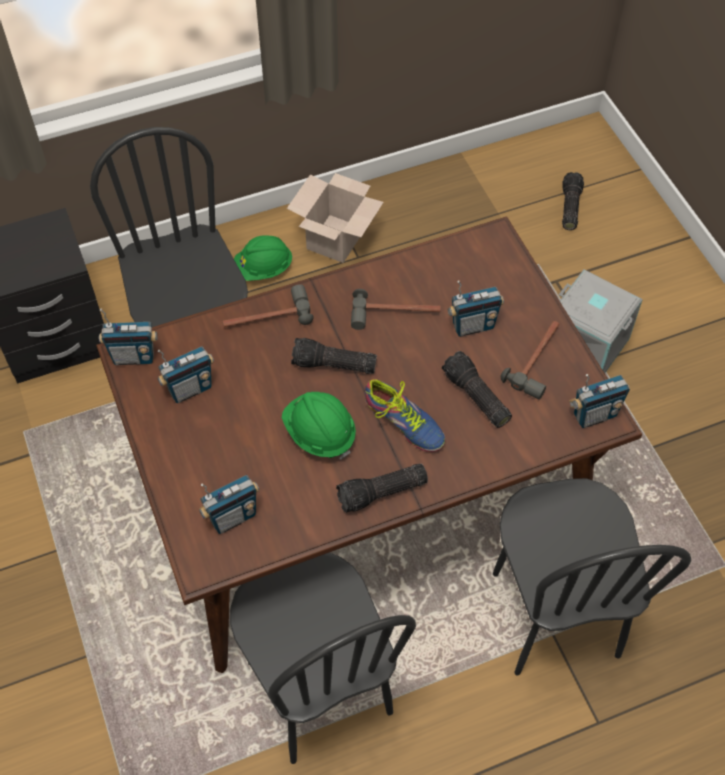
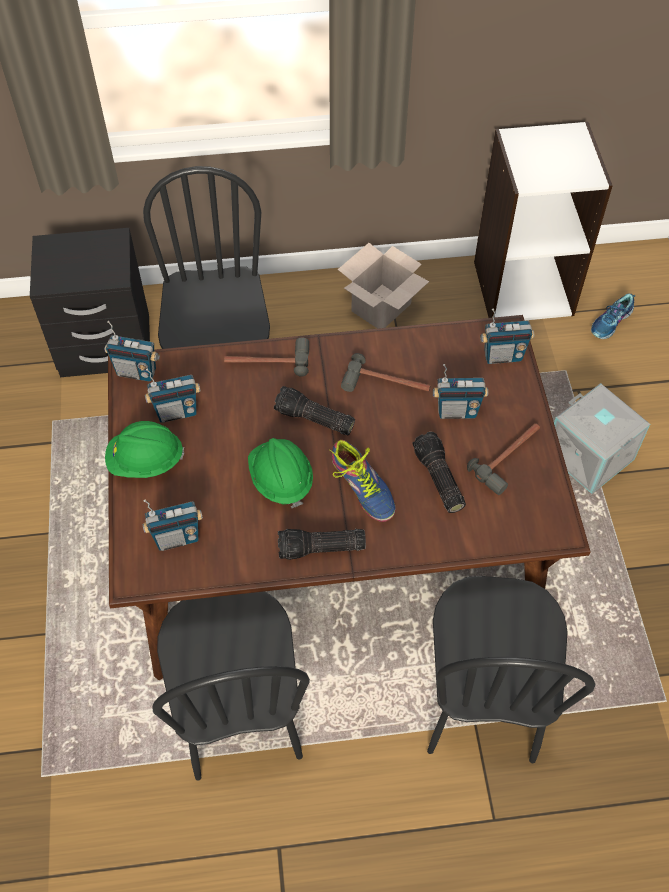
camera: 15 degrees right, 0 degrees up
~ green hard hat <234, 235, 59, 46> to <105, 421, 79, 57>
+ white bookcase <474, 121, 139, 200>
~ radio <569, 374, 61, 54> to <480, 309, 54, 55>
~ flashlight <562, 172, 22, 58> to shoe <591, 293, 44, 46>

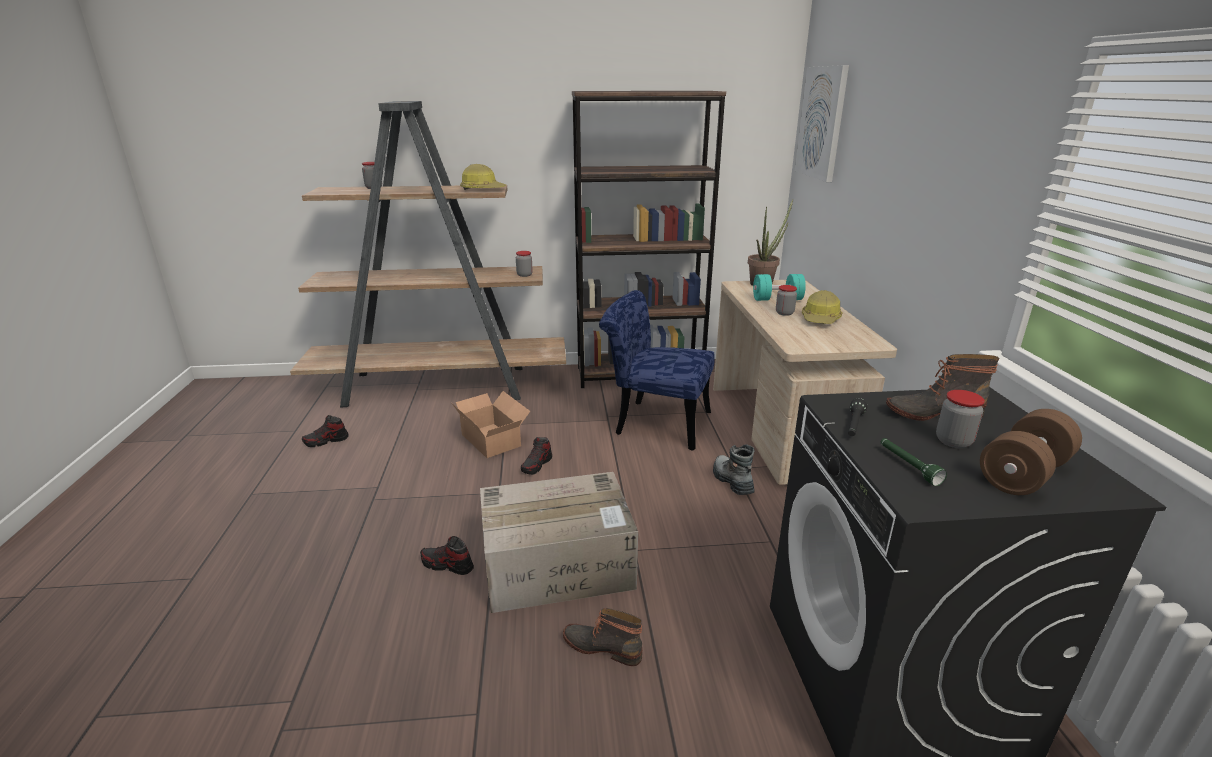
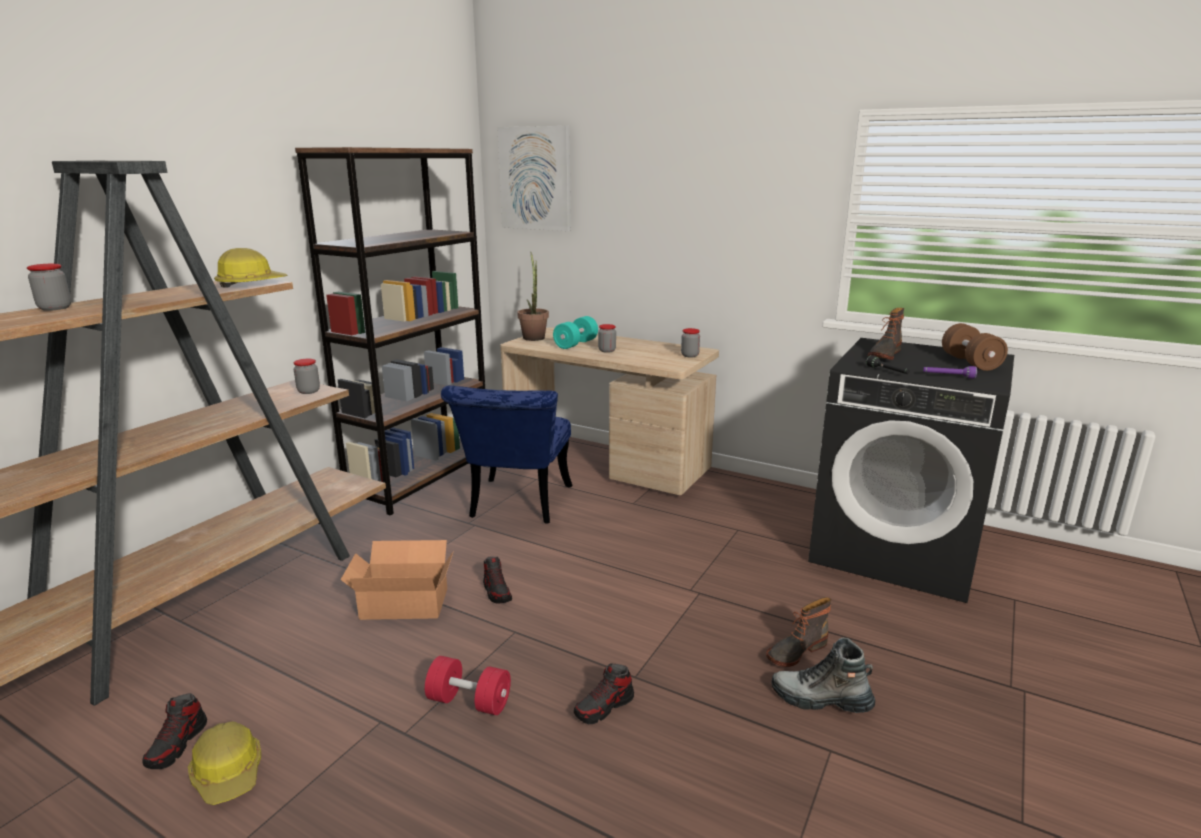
camera: 55 degrees left, 5 degrees down
~ hard hat <802, 290, 41, 34> to <188, 722, 73, 83>
+ red dumbbell <425, 656, 86, 59>
~ blue chair <599, 290, 116, 161> = <441, 385, 132, 139> 45 degrees counterclockwise
~ jar <936, 390, 49, 58> to <681, 328, 19, 29>
~ boot <713, 444, 42, 51> to <771, 637, 104, 76>
~ green flashlight <880, 438, 67, 48> to purple flashlight <923, 366, 54, 13>
- cardboard box <480, 472, 158, 141>

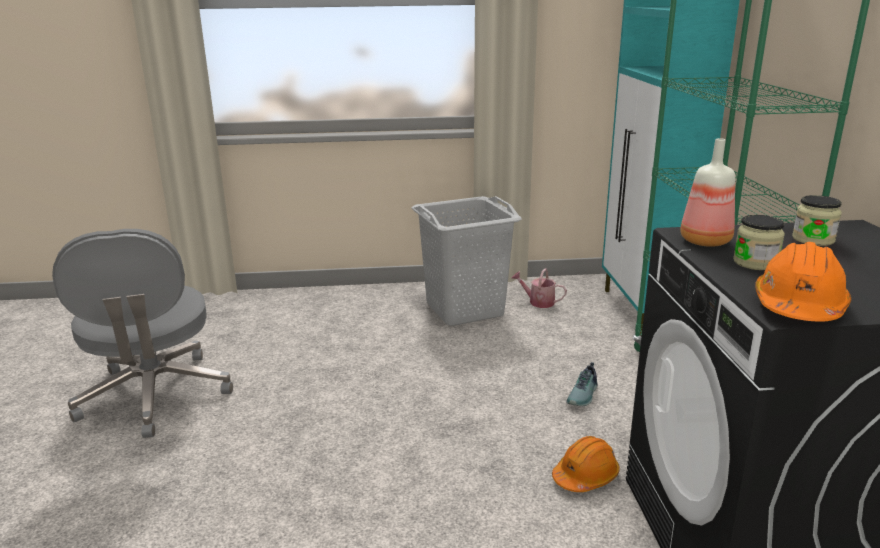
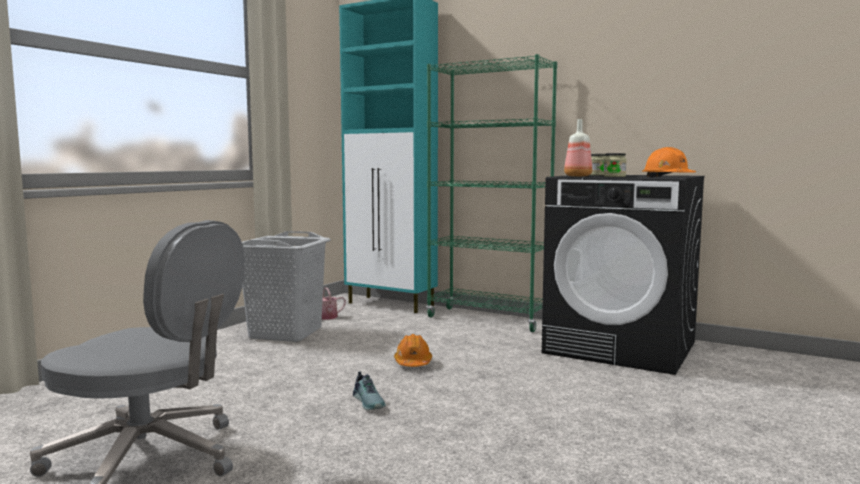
camera: 55 degrees left, 15 degrees down
~ shoe <566, 362, 32, 44> to <353, 371, 33, 39>
~ orange hard hat <552, 436, 68, 56> to <394, 334, 38, 33>

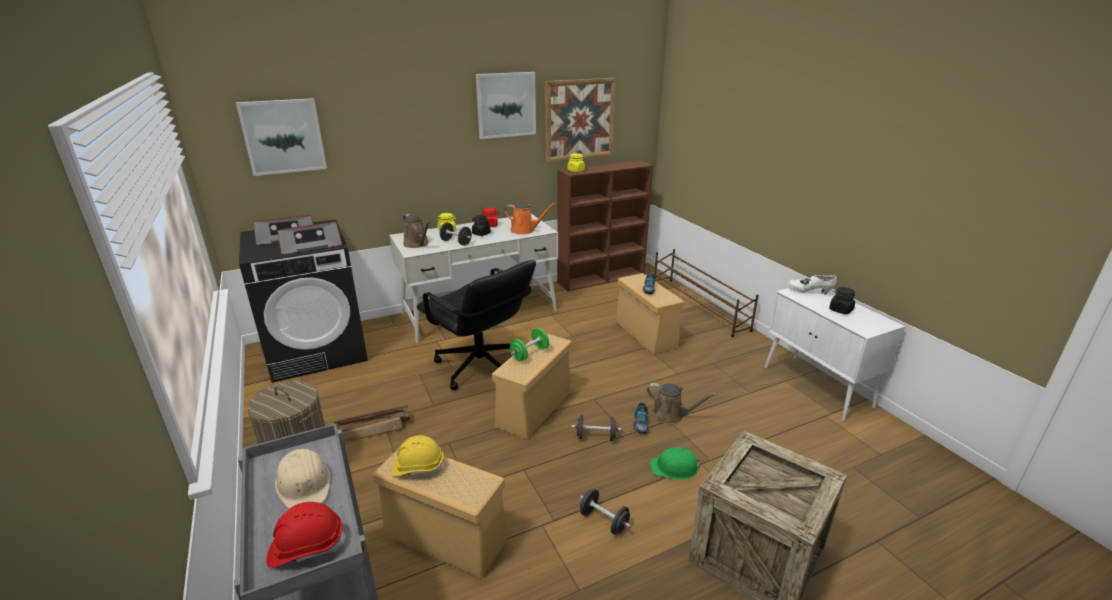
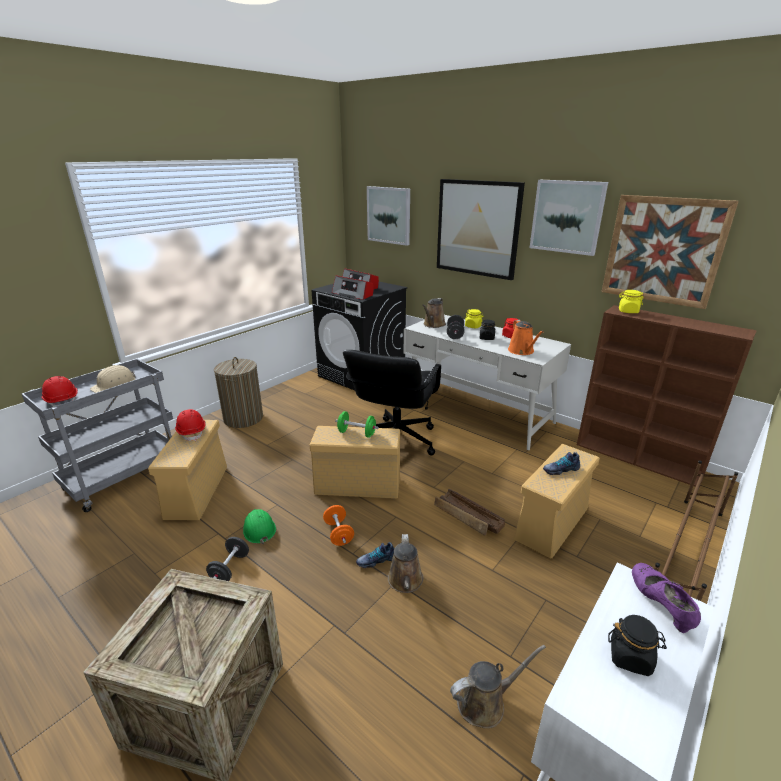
camera: 65 degrees right, 0 degrees up
~ yellow hard hat <391, 435, 54, 41> to red hard hat <175, 409, 31, 32>
~ green hard hat <650, 447, 51, 33> to <243, 509, 33, 35>
~ black dumbbell <571, 415, 50, 26> to orange dumbbell <323, 505, 31, 41>
~ crate <334, 405, 76, 37> to <434, 489, 71, 47>
+ picture <437, 179, 88, 101>
+ brown watering can <450, 645, 96, 84>
~ white shoe <787, 275, 50, 19> to purple shoe <632, 563, 69, 70>

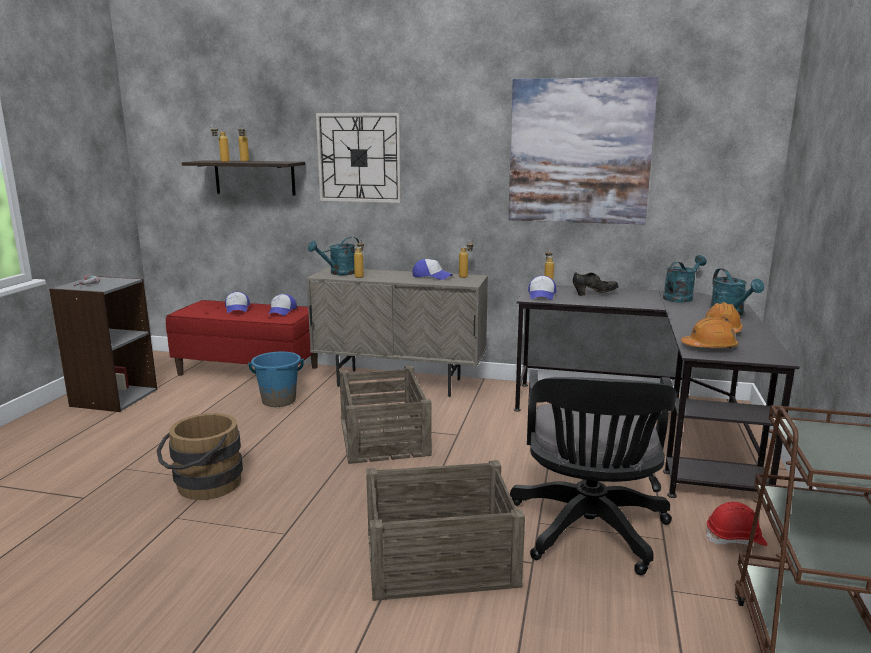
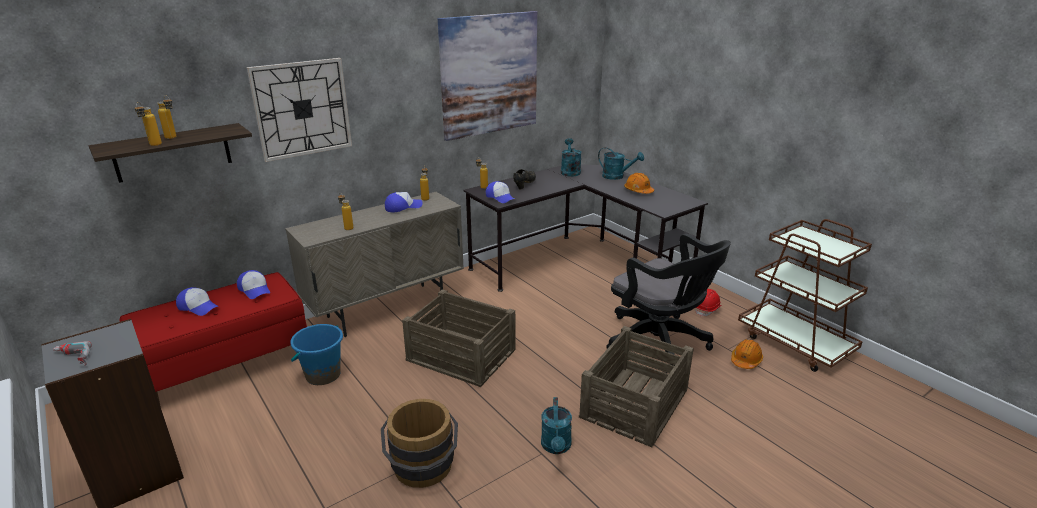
camera: 50 degrees left, 10 degrees up
~ turquoise watering can <308, 237, 51, 38> to <541, 397, 31, 57>
~ orange hard hat <681, 317, 57, 31> to <731, 339, 32, 30>

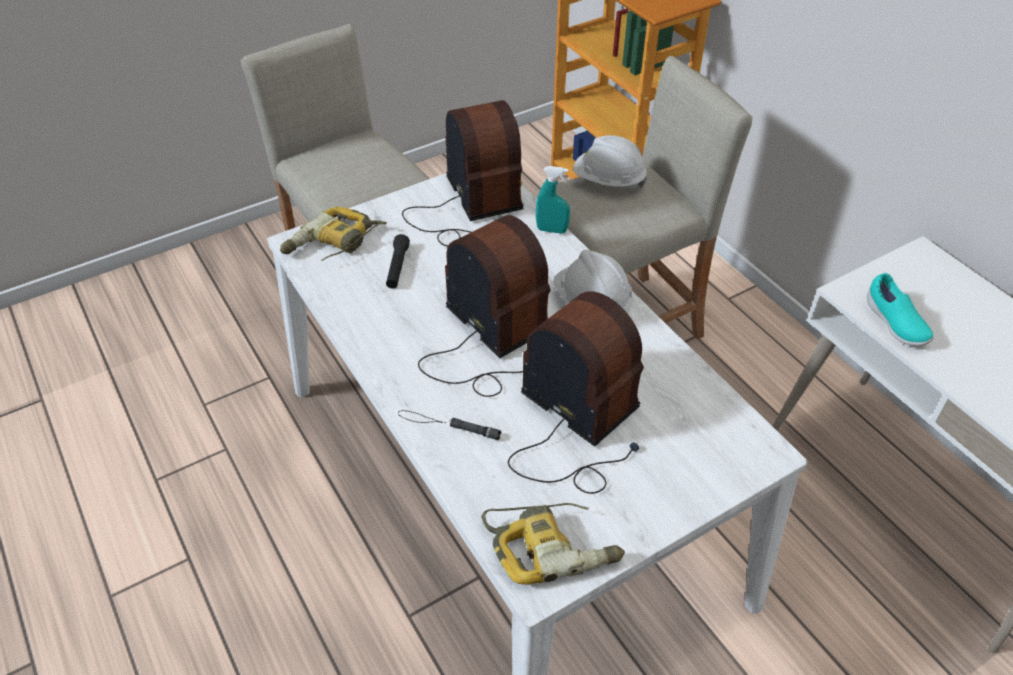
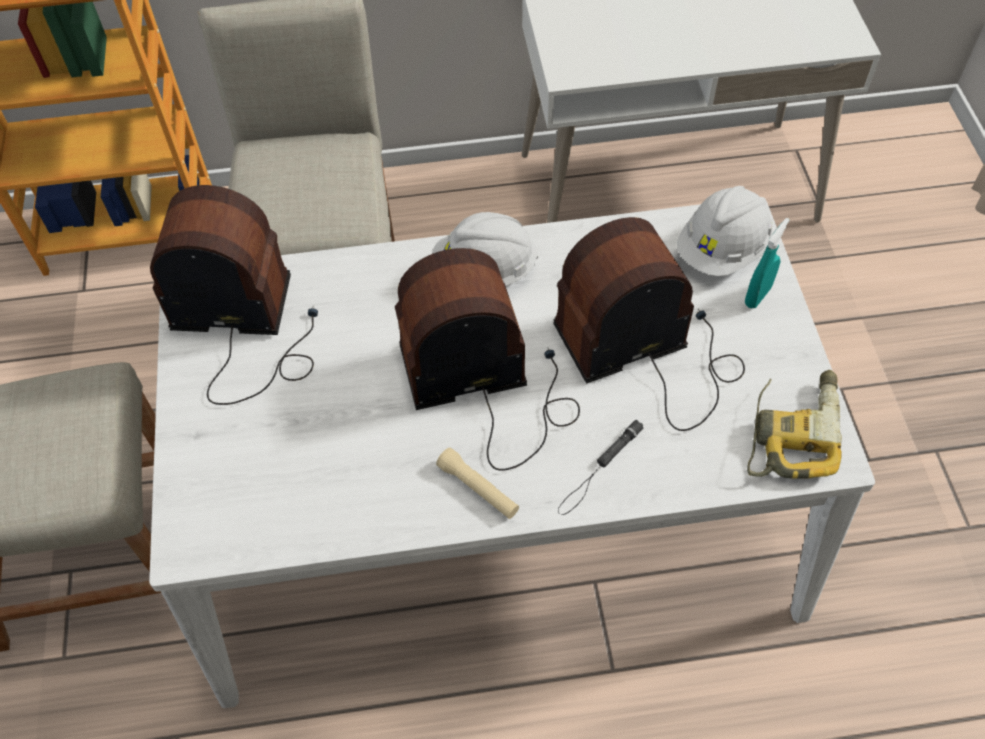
camera: 65 degrees left, 10 degrees up
+ beige flashlight <436, 448, 83, 71>
~ white hard hat <573, 135, 74, 54> to <677, 186, 96, 90>
~ turquoise spray bottle <536, 166, 34, 68> to <745, 218, 44, 90>
- power drill <280, 207, 107, 54>
- black flashlight <386, 234, 24, 54>
- turquoise shoe <867, 273, 67, 73>

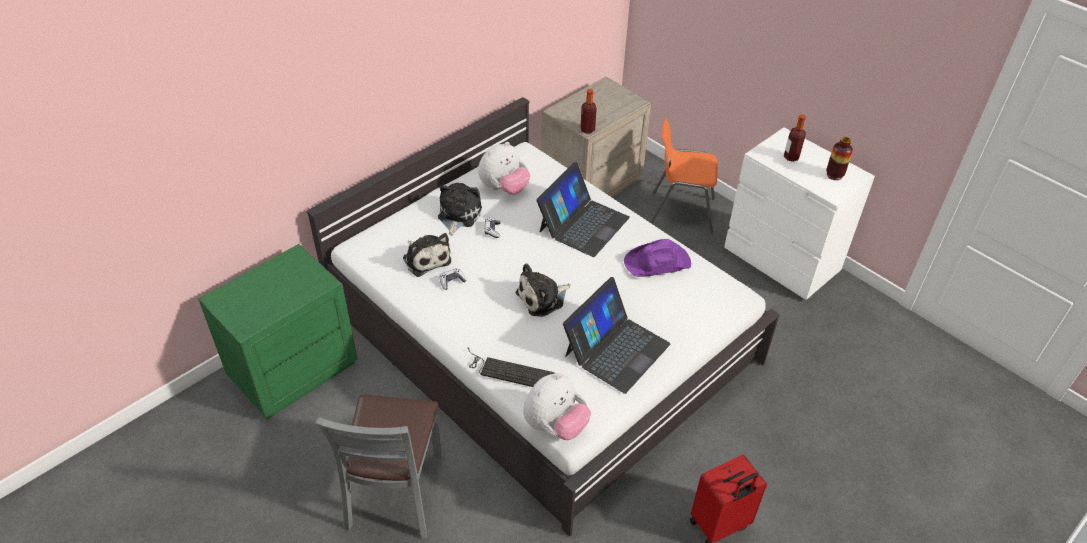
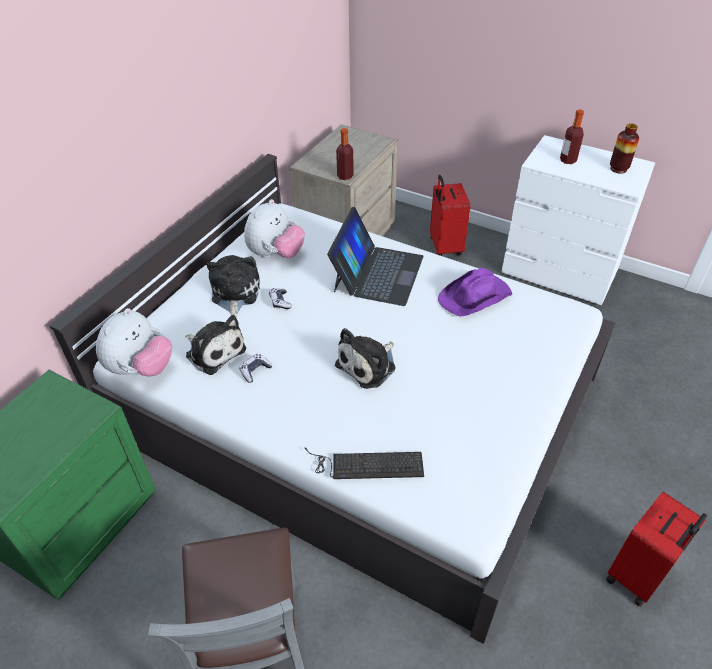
camera: 15 degrees left, 0 degrees up
~ plush toy <523, 373, 68, 67> to <96, 308, 76, 69>
~ orange chair <650, 119, 68, 115> to red suitcase <430, 175, 41, 81>
- laptop <563, 277, 108, 117>

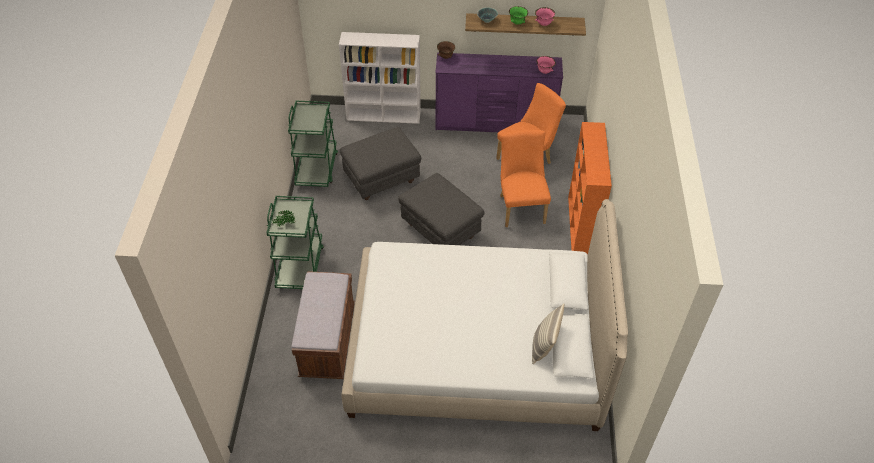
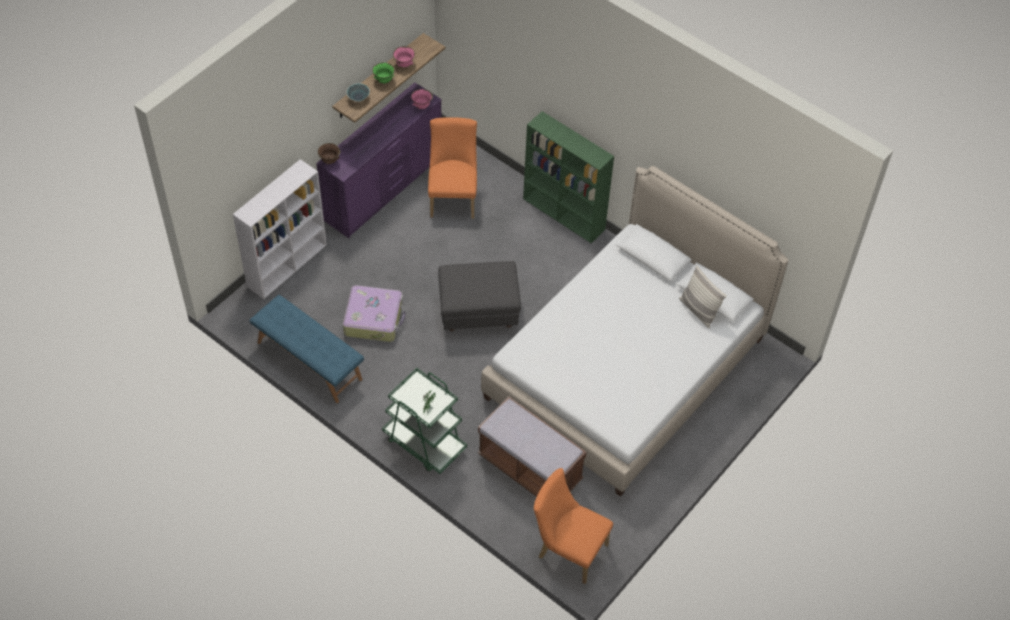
camera: 55 degrees left, 5 degrees up
~ green cart <288, 101, 50, 86> to blue bench <250, 295, 114, 108>
~ grey ottoman <340, 127, 81, 73> to suitcase <343, 285, 63, 57>
~ orange bookcase <568, 122, 44, 132> to green bookcase <523, 111, 91, 132>
~ orange chair <500, 130, 51, 97> to <534, 468, 79, 116>

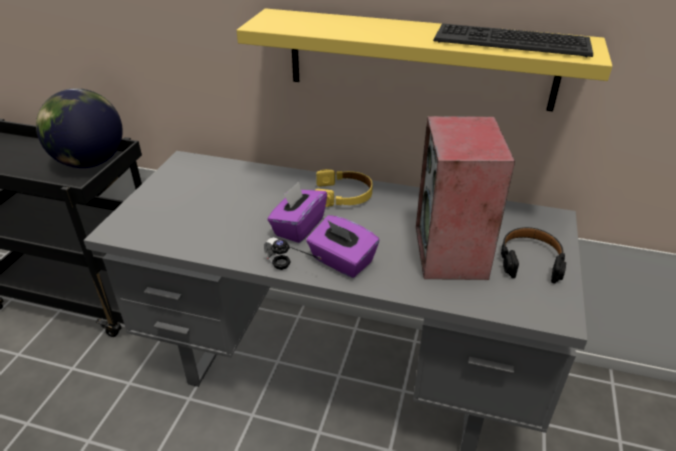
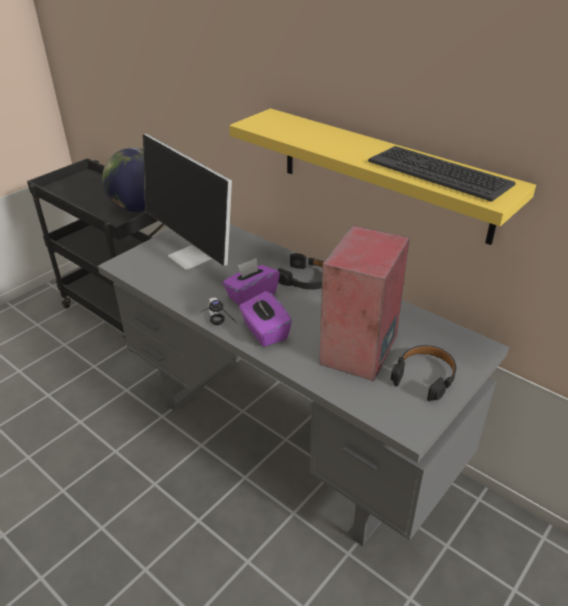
camera: 25 degrees right, 0 degrees up
+ monitor <143, 134, 89, 136>
~ yellow headphones <316, 169, 57, 38> to black headphones <278, 253, 46, 37>

